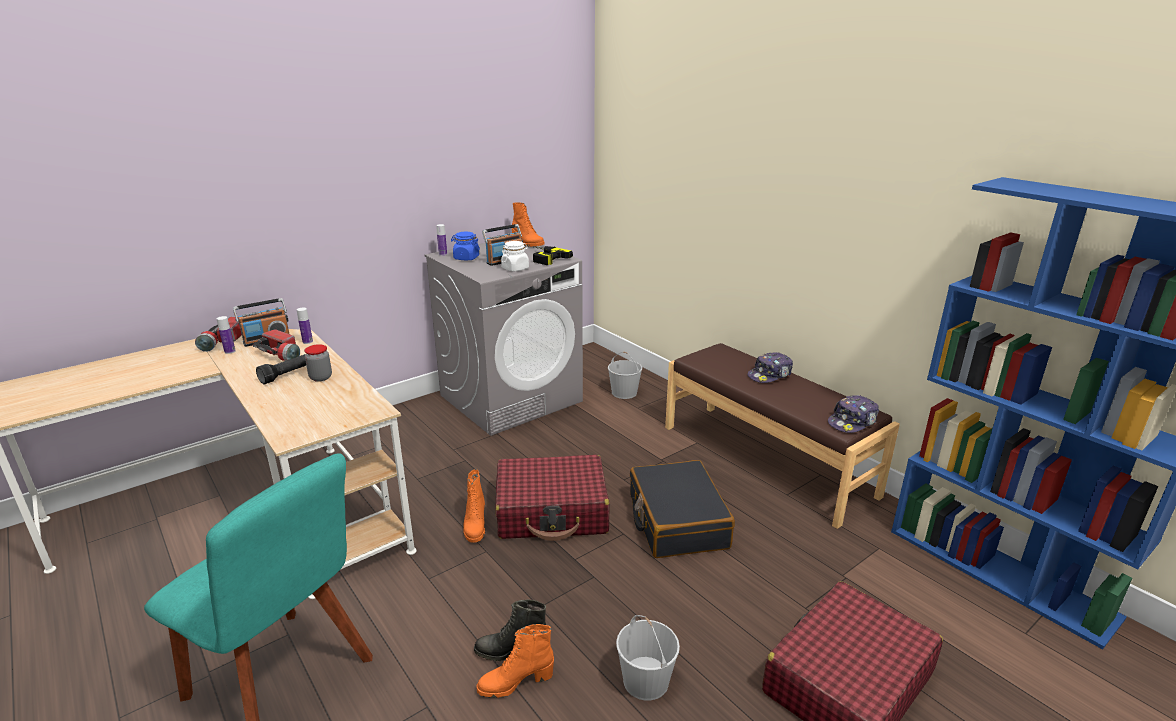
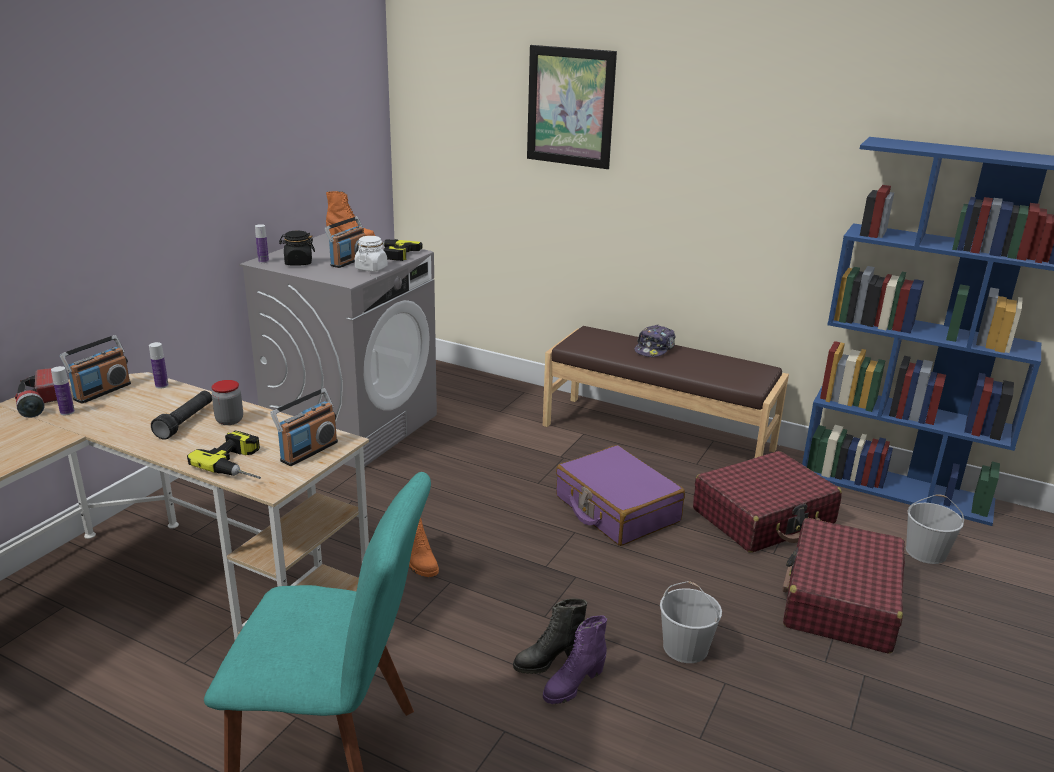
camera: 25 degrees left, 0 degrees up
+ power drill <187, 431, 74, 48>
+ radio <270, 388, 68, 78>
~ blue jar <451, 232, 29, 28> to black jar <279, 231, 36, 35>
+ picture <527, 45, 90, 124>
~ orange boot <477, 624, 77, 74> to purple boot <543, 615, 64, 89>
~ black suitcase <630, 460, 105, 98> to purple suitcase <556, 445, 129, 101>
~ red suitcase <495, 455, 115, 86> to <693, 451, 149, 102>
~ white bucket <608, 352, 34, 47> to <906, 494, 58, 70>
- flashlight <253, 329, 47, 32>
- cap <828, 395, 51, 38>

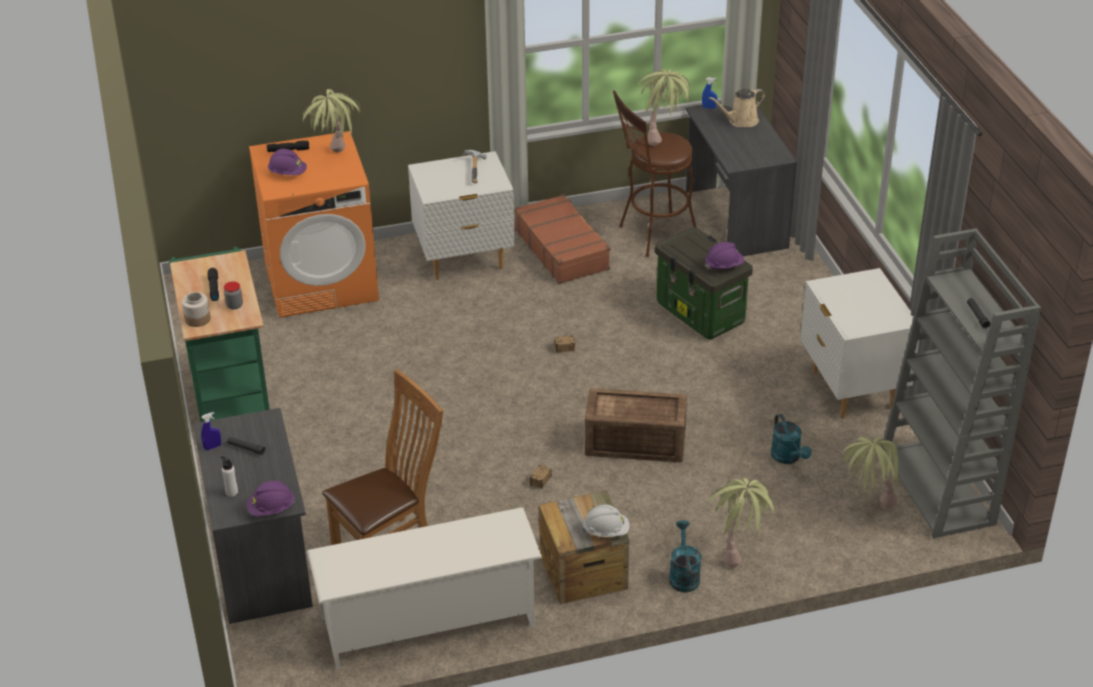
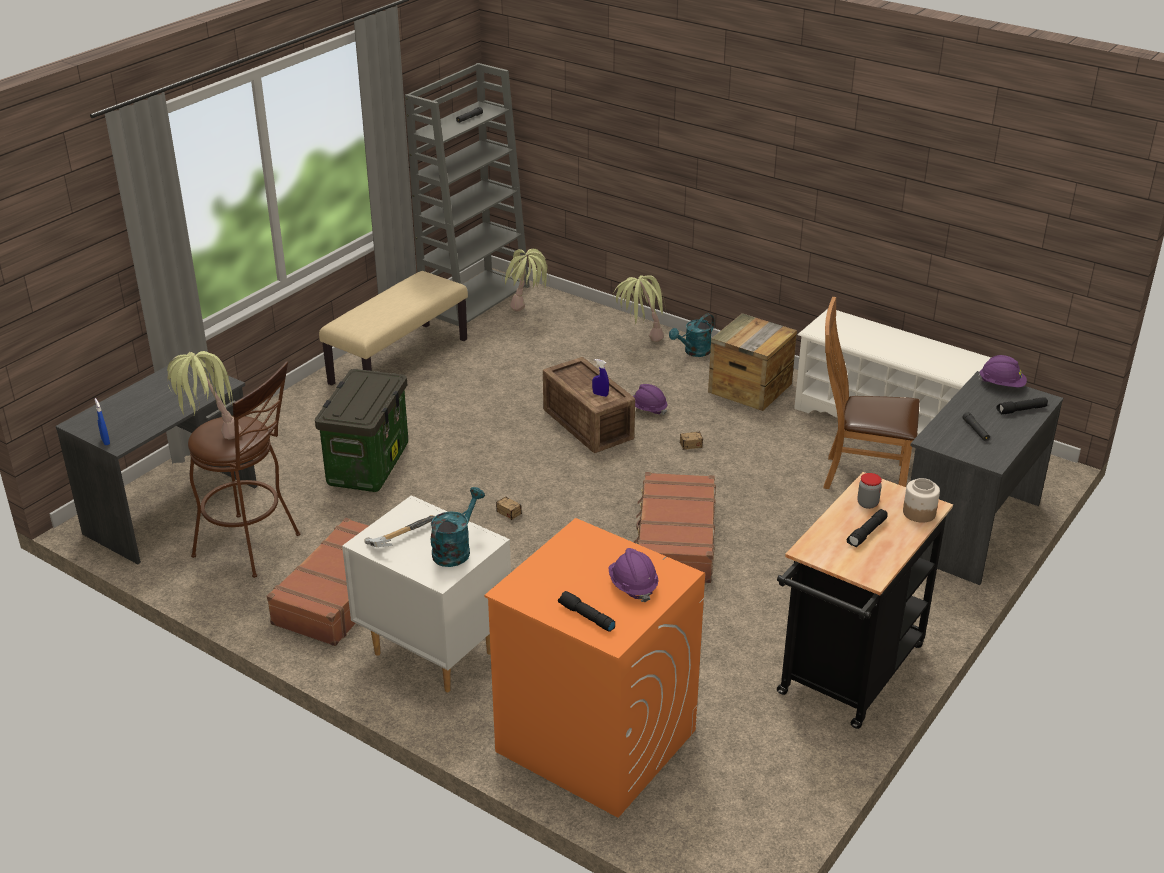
camera: 130 degrees left, 5 degrees down
~ white nightstand <800, 268, 121, 151> to beige bench <319, 271, 149, 115>
~ turquoise watering can <771, 414, 40, 50> to <431, 487, 54, 80>
~ blue spray bottle <201, 412, 20, 38> to <592, 359, 17, 38>
~ purple hard hat <705, 242, 39, 28> to <633, 384, 35, 31>
+ brown suitcase <634, 472, 82, 111>
~ green cart <169, 246, 101, 176> to black cart <777, 472, 176, 257>
~ white bottle <221, 456, 17, 41> to black flashlight <996, 397, 52, 17>
- potted plant <303, 89, 57, 63>
- white hard hat <582, 505, 48, 32>
- beige watering can <709, 89, 56, 38>

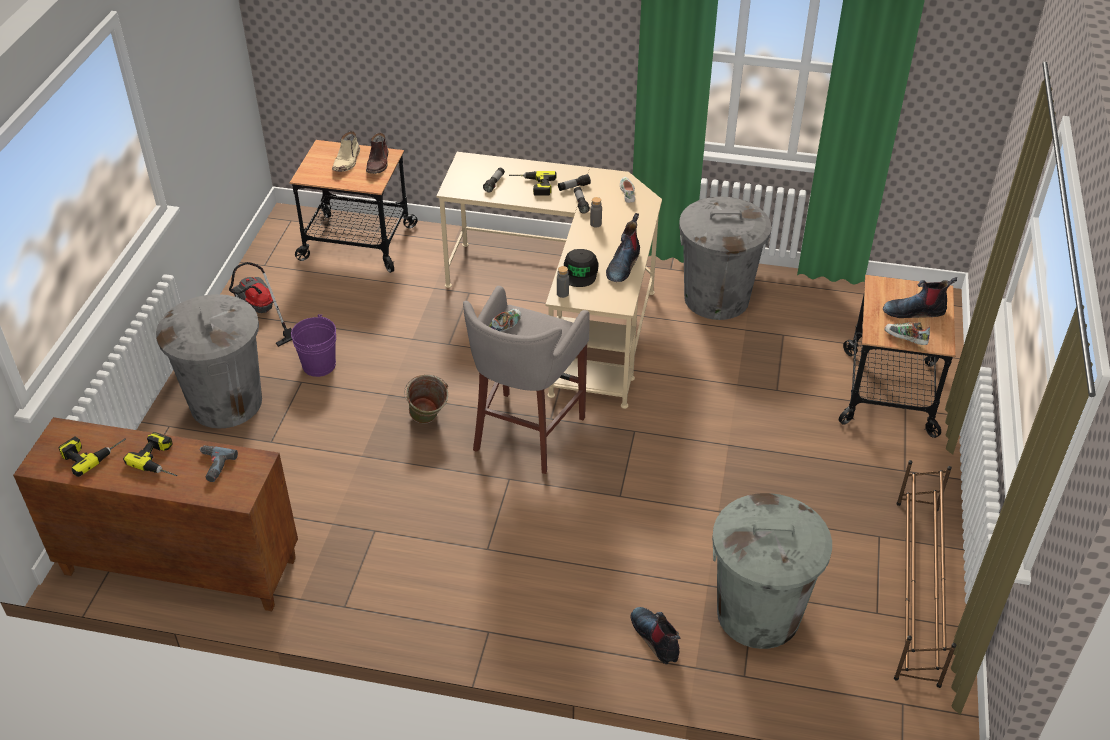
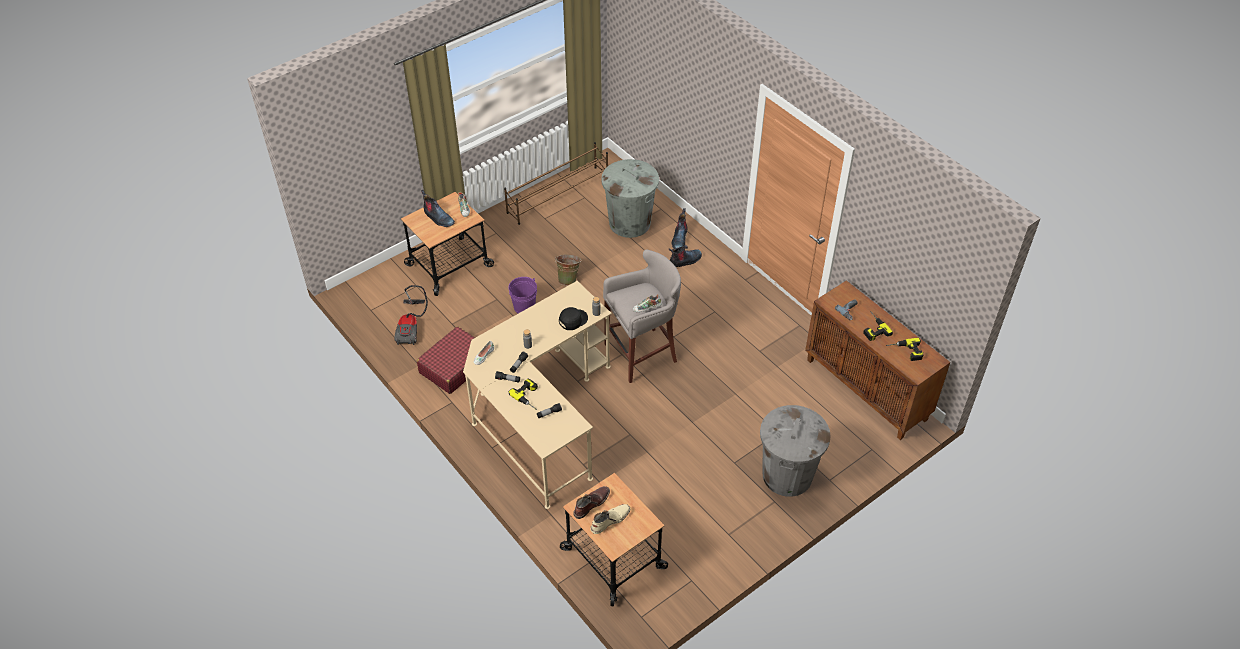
camera: 140 degrees left, 5 degrees up
~ vacuum cleaner <229, 262, 64, 85> to <394, 285, 34, 60>
~ grey trash can <679, 197, 92, 123> to red suitcase <417, 327, 58, 67>
~ purple bucket <291, 314, 45, 63> to <508, 277, 29, 36>
~ green bucket <404, 375, 44, 49> to <555, 254, 26, 31>
~ boot <606, 213, 34, 69> to <669, 245, 33, 22>

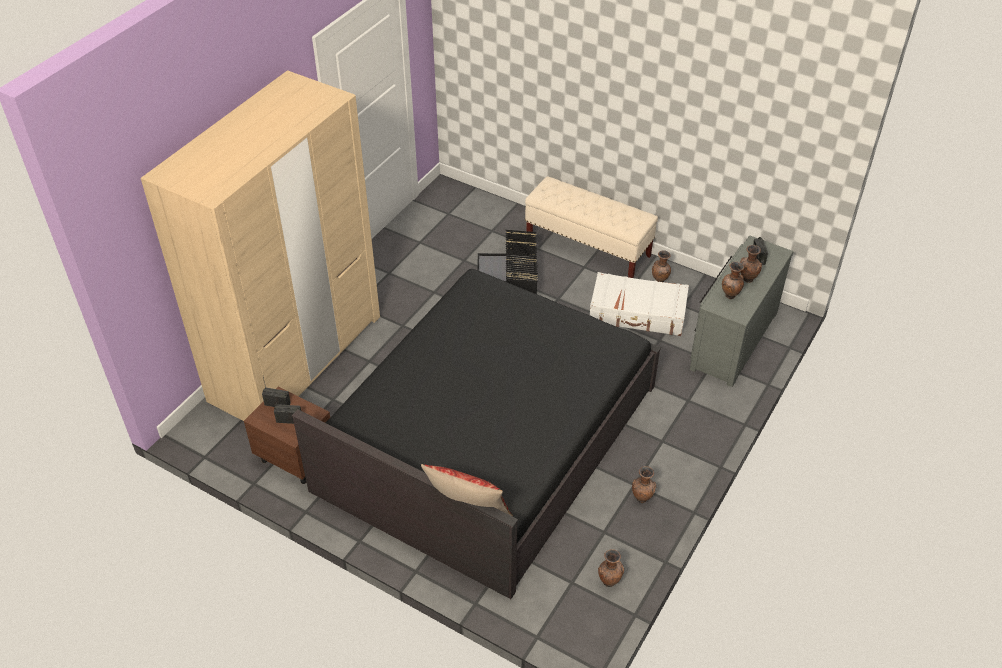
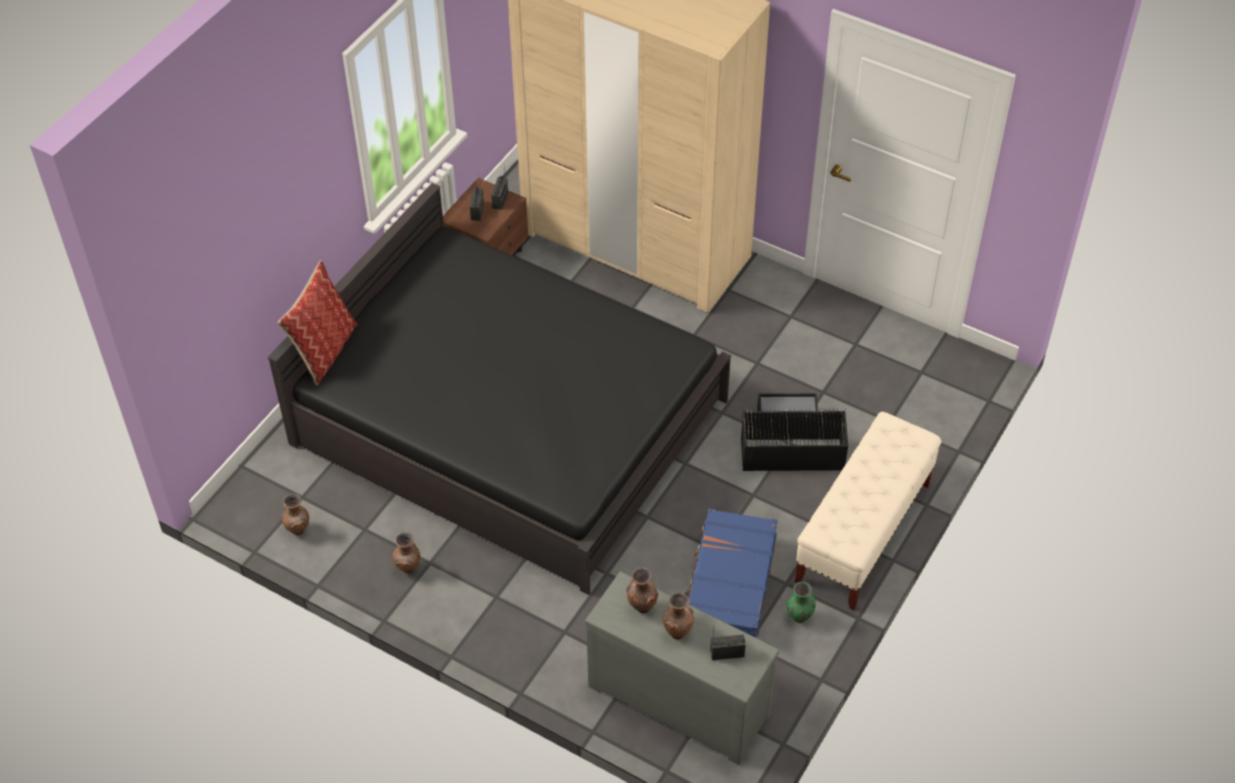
camera: 90 degrees right, 5 degrees up
~ white suitcase <590, 272, 99, 64> to blue suitcase <687, 508, 91, 130>
~ brown vase <652, 250, 19, 32> to green vase <786, 582, 30, 41>

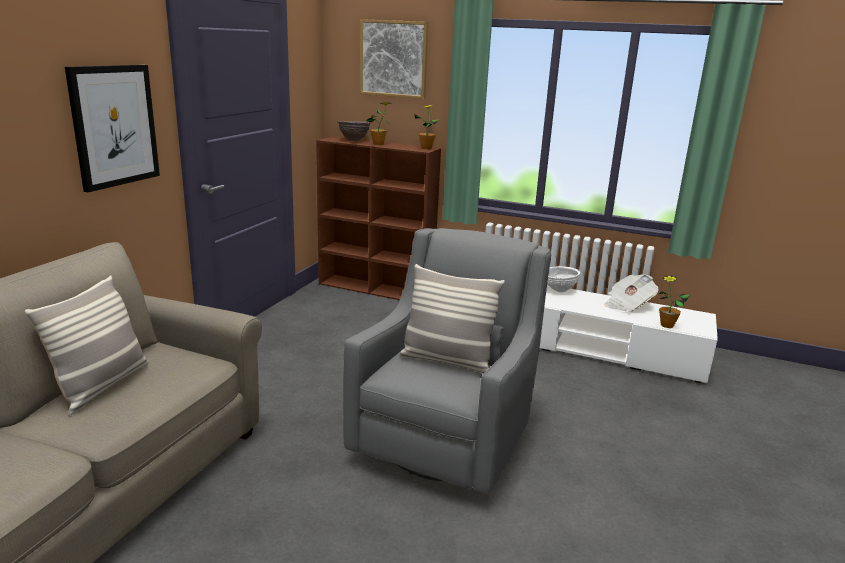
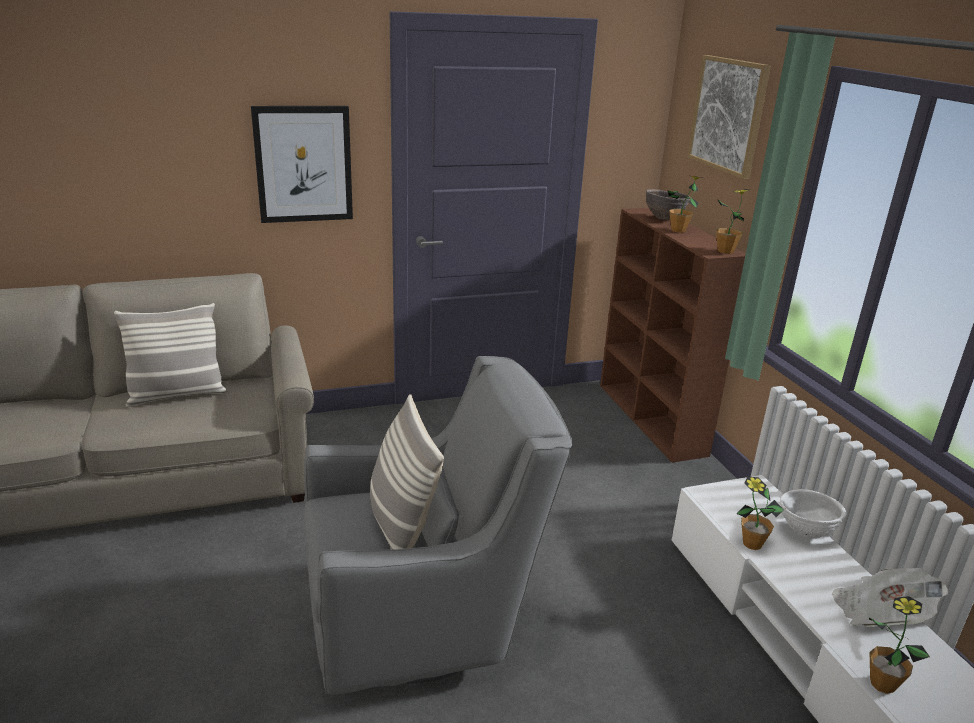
camera: 50 degrees right, 5 degrees up
+ potted plant <737, 477, 47, 73>

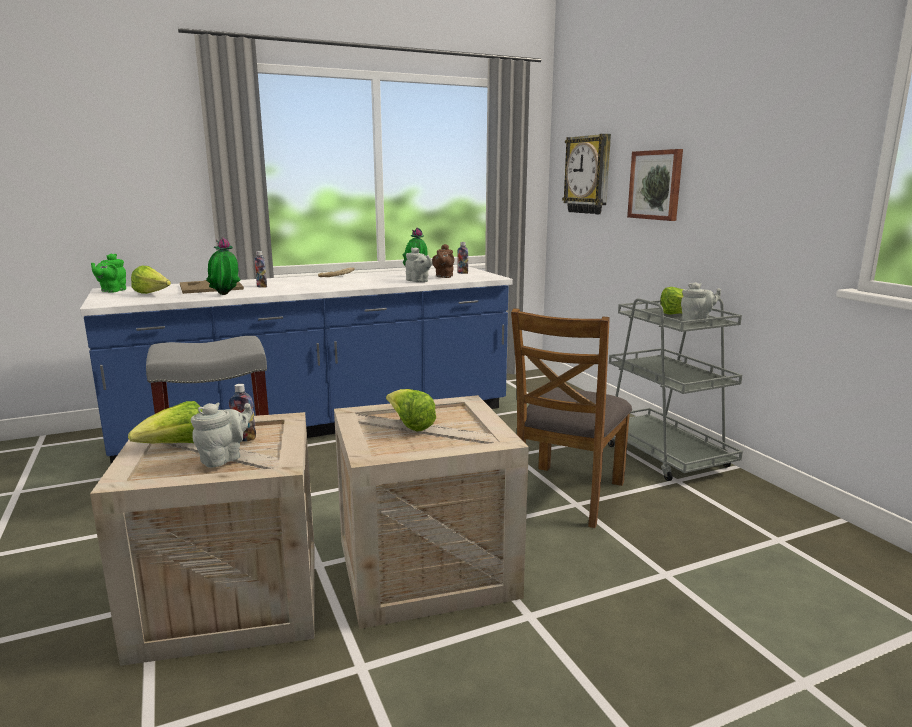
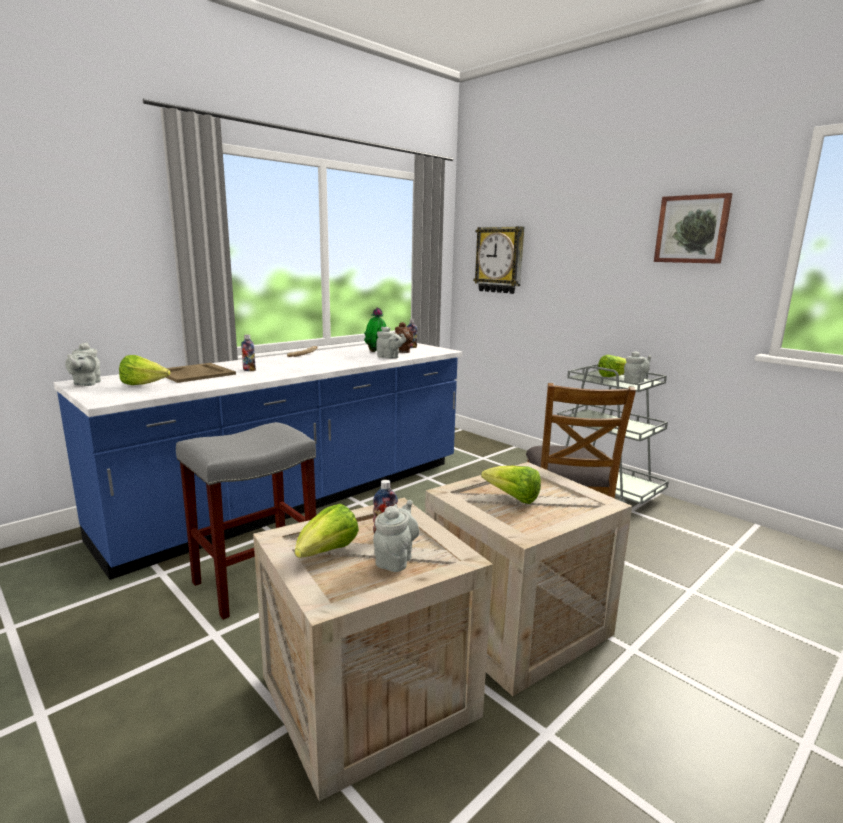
camera: 20 degrees left, 0 degrees up
~ green teapot <91, 254, 35, 39> to grey teapot <65, 342, 36, 44>
~ picture <627, 149, 56, 72> to <654, 193, 79, 71>
- potted plant <206, 238, 34, 57>

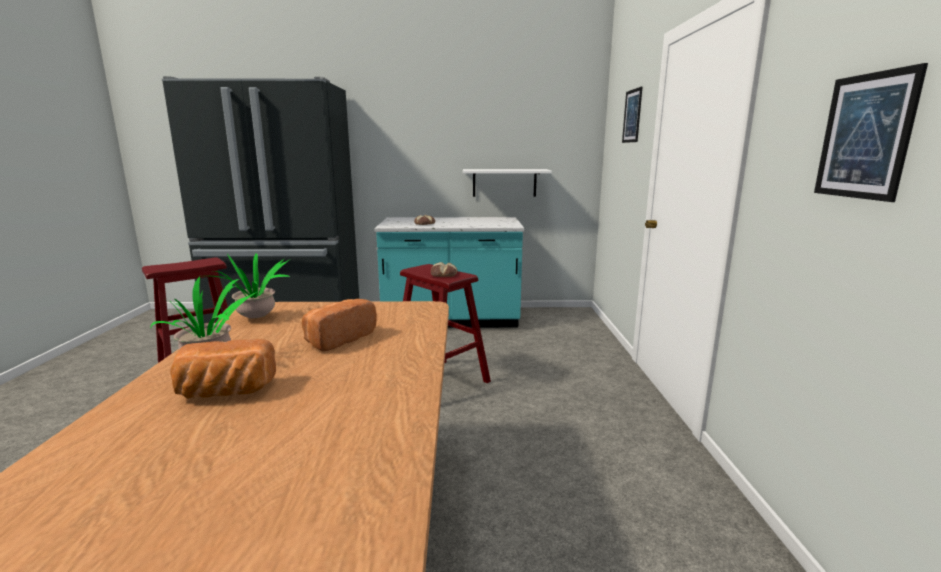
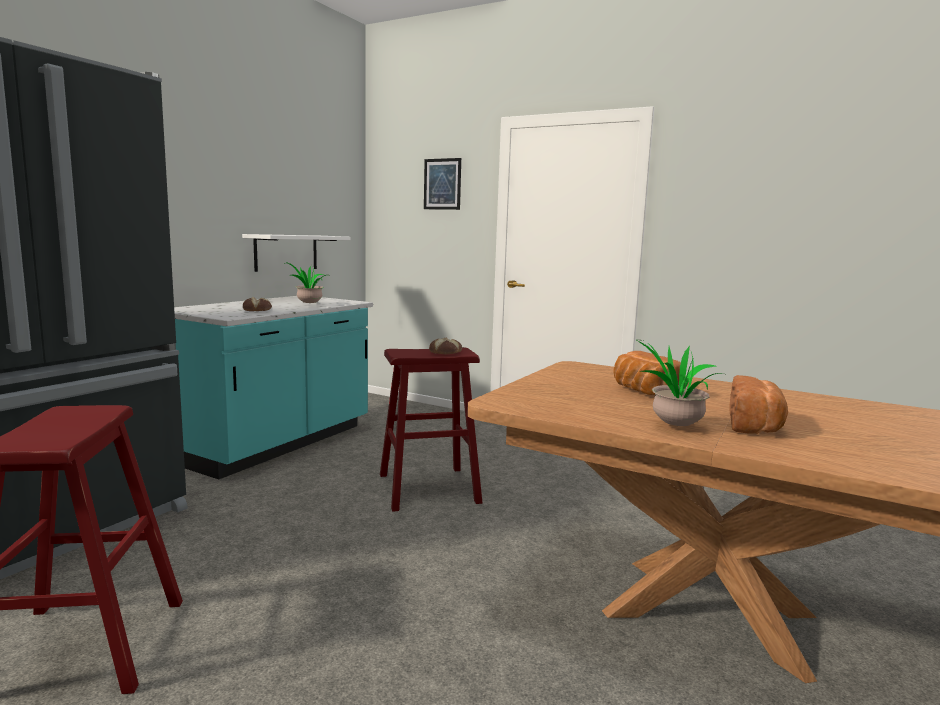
camera: 60 degrees left, 5 degrees down
~ potted plant <211, 253, 79, 65> to <284, 262, 42, 41>
- picture <814, 63, 114, 139>

